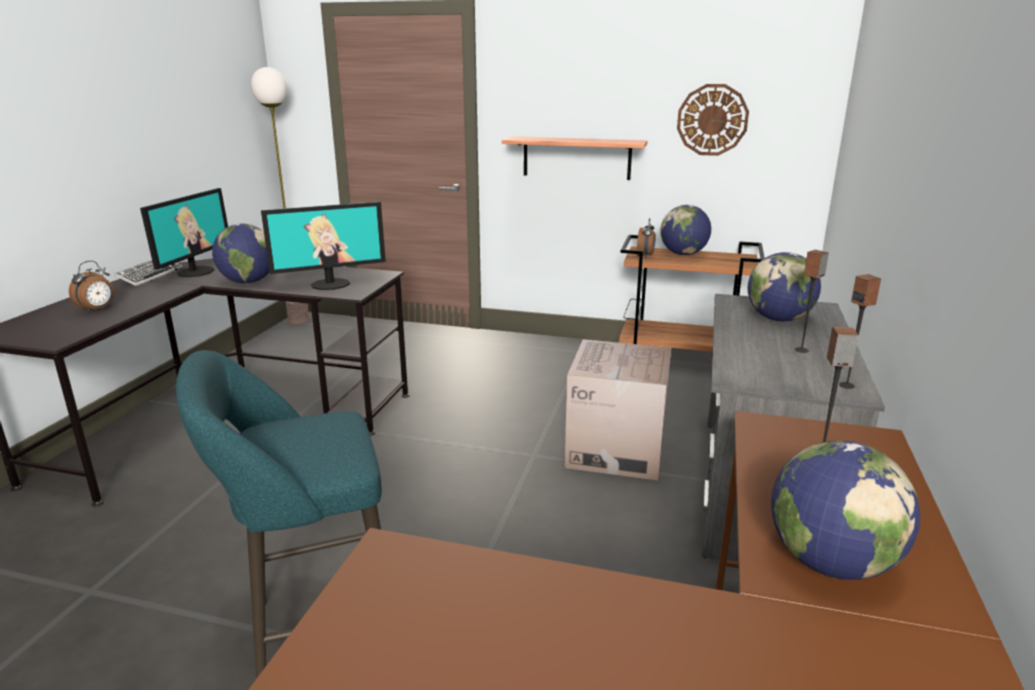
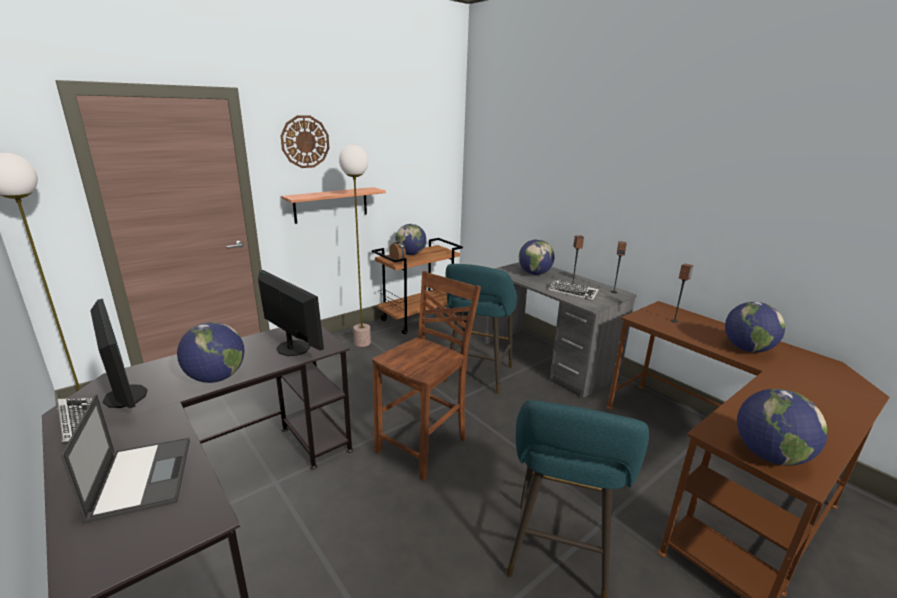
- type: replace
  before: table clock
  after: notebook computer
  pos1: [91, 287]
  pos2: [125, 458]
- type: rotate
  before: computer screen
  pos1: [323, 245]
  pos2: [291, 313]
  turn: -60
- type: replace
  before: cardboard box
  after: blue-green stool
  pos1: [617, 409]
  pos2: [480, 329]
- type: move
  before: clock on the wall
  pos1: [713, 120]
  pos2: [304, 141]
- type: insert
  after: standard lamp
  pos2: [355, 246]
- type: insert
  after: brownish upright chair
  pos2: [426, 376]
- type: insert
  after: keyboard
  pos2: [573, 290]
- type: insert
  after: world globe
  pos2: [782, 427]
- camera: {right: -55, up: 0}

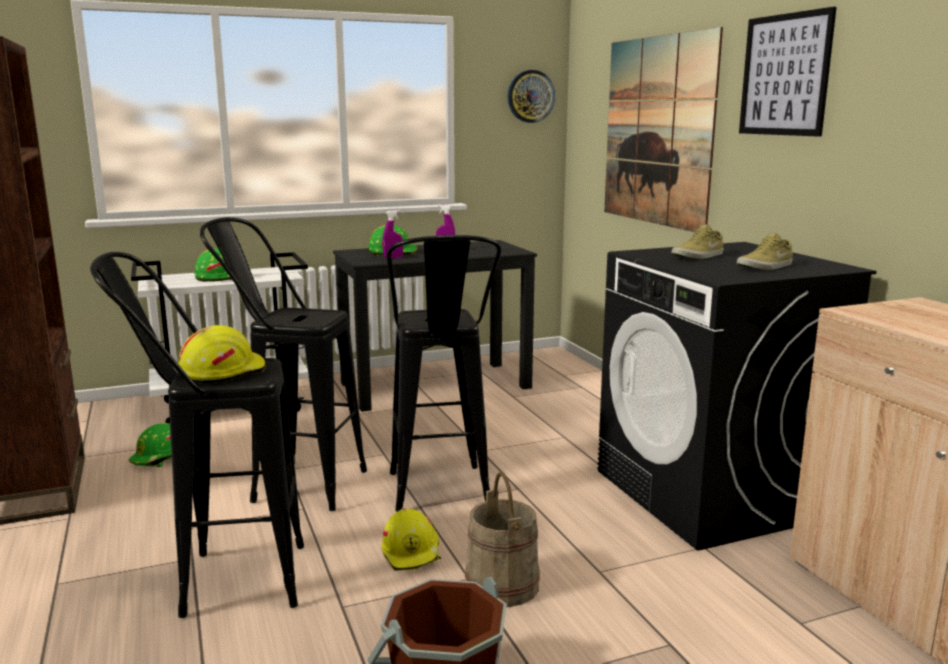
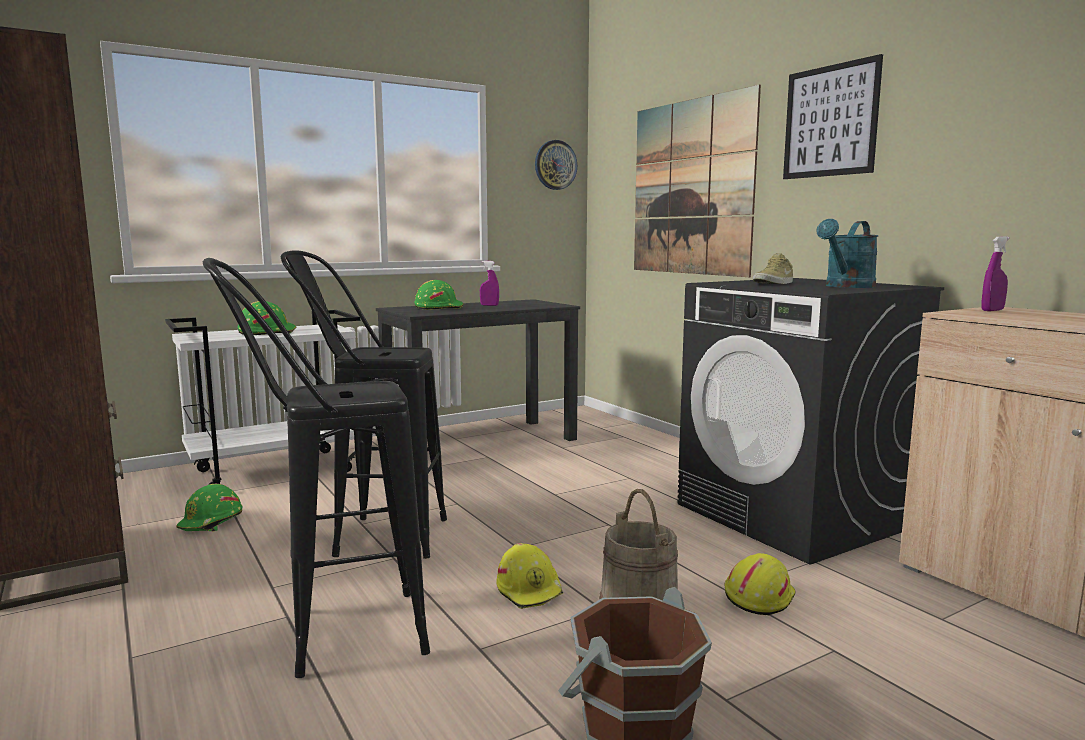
- type: move
  before: yellow-coloured safety helmet
  pos1: [222, 354]
  pos2: [759, 584]
- type: move
  before: purple-coloured hand sprayer
  pos1: [392, 234]
  pos2: [995, 273]
- type: delete
  before: black stool
  pos1: [444, 373]
- type: replace
  before: sand-coloured shoe
  after: blue-green watering pot
  pos1: [765, 251]
  pos2: [847, 253]
- camera: {right: -10, up: -5}

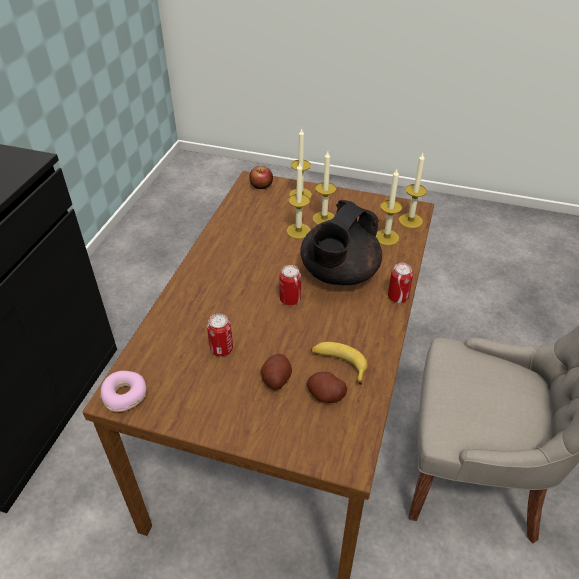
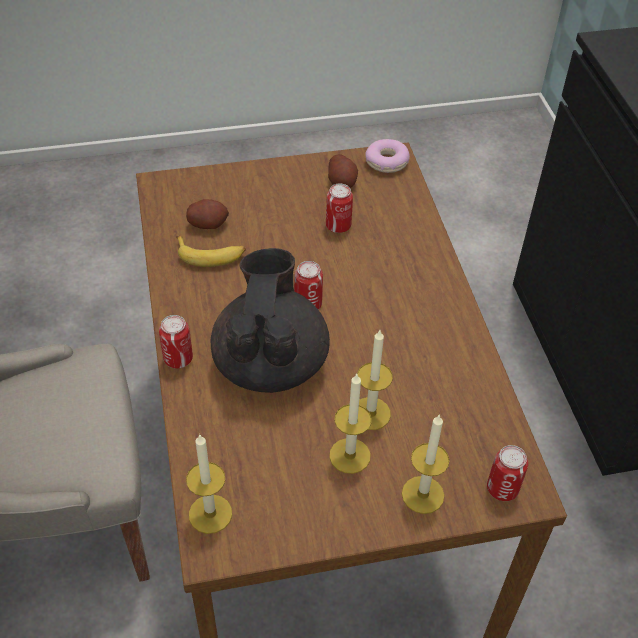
- type: replace
  before: apple fruit
  after: sealed can
  pos1: [261, 177]
  pos2: [507, 473]
- type: move
  before: whole potato
  pos1: [276, 372]
  pos2: [343, 171]
- type: delete
  before: wax candle
  pos1: [389, 207]
- camera: {right: 150, up: 5}

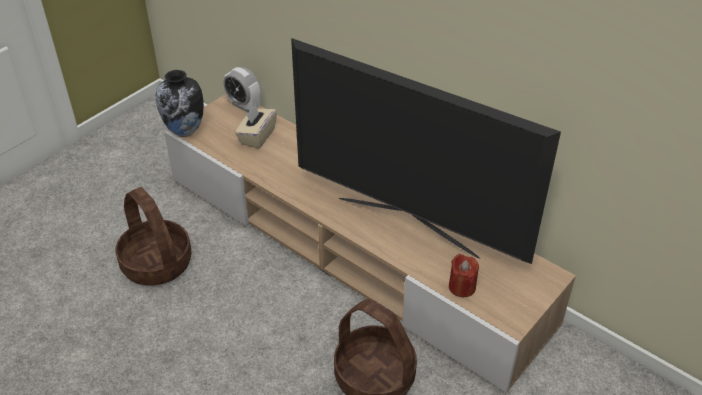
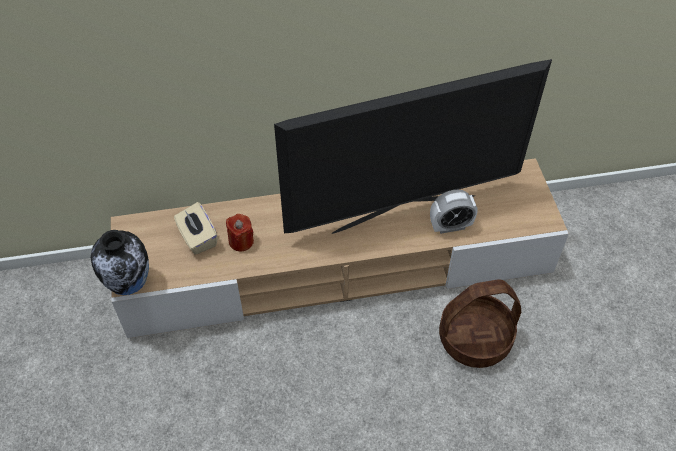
- type: delete
  before: storage basket
  pos1: [153, 236]
- type: move
  before: table clock
  pos1: [242, 89]
  pos2: [454, 212]
- type: move
  before: red wax candle
  pos1: [464, 275]
  pos2: [240, 232]
- camera: {right: -50, up: 10}

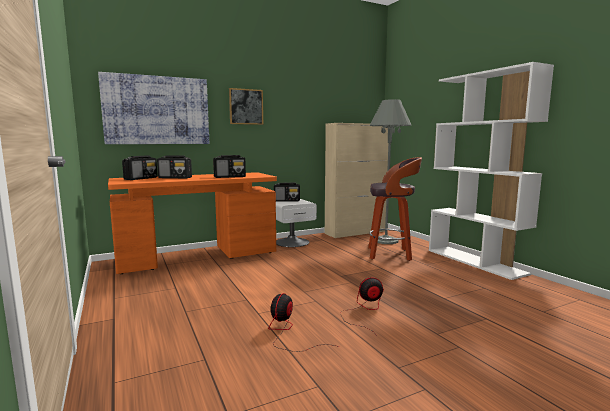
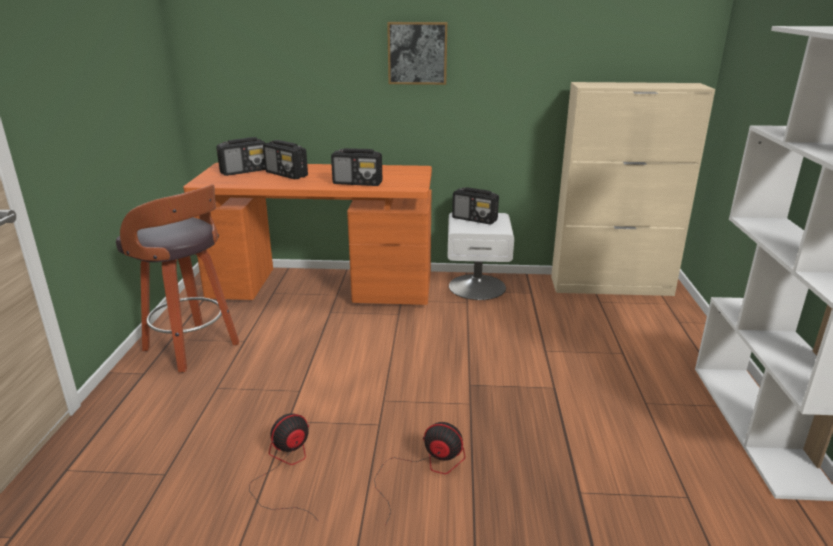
- type: delete
  before: picture
  pos1: [153, 108]
- type: move
  before: stool
  pos1: [395, 209]
  pos2: [177, 278]
- type: delete
  before: grey standard lamp
  pos1: [391, 171]
- camera: {right: 30, up: 15}

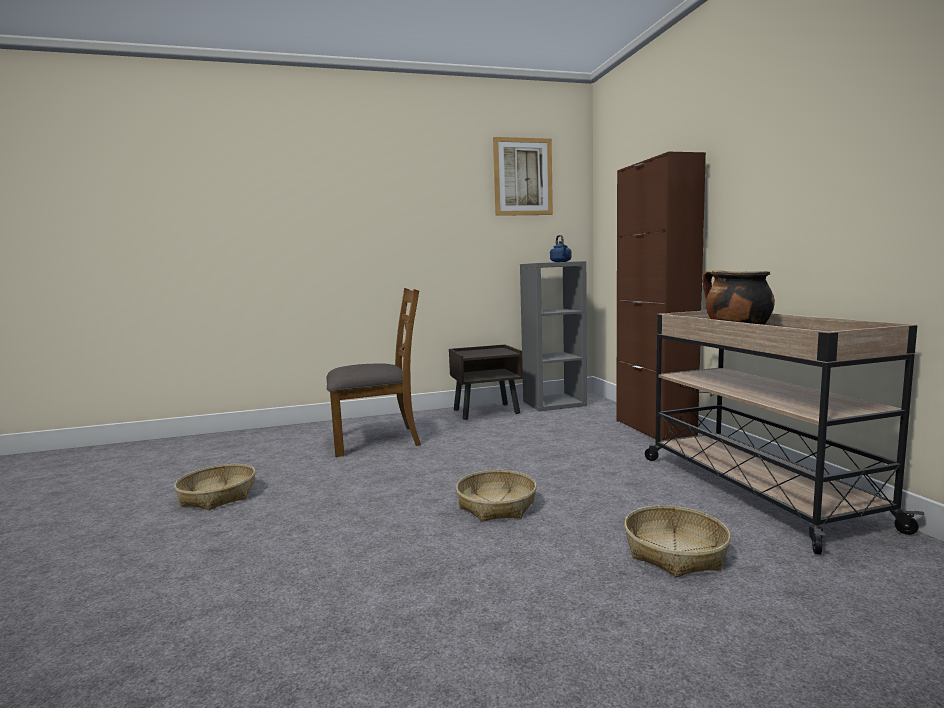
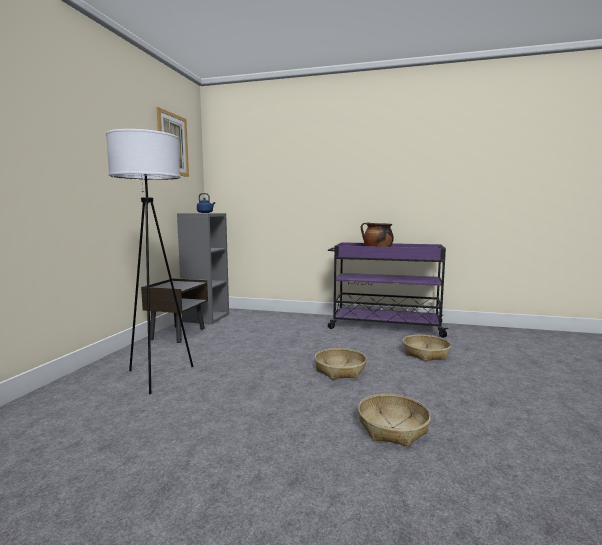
- type: move
  before: storage basket
  pos1: [214, 487]
  pos2: [394, 420]
- type: replace
  before: brownish upright chair
  after: whitish standard lamp
  pos1: [373, 372]
  pos2: [149, 261]
- type: delete
  before: brownish storage cabinet
  pos1: [661, 296]
- type: recolor
  before: sand-coloured cart
  after: purple-coloured cart
  pos1: [784, 432]
  pos2: [388, 290]
- camera: {right: -60, up: 0}

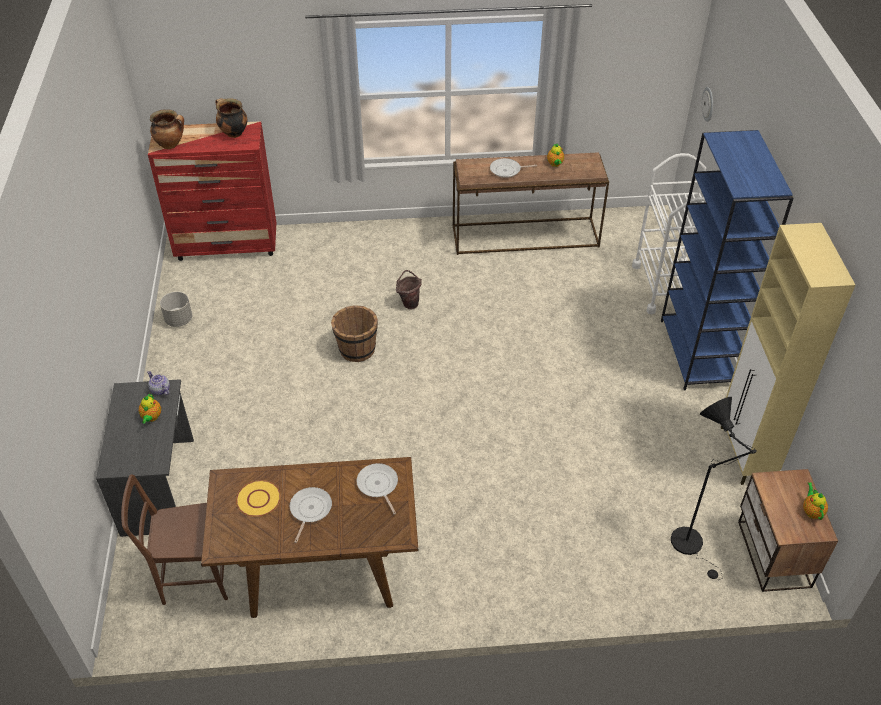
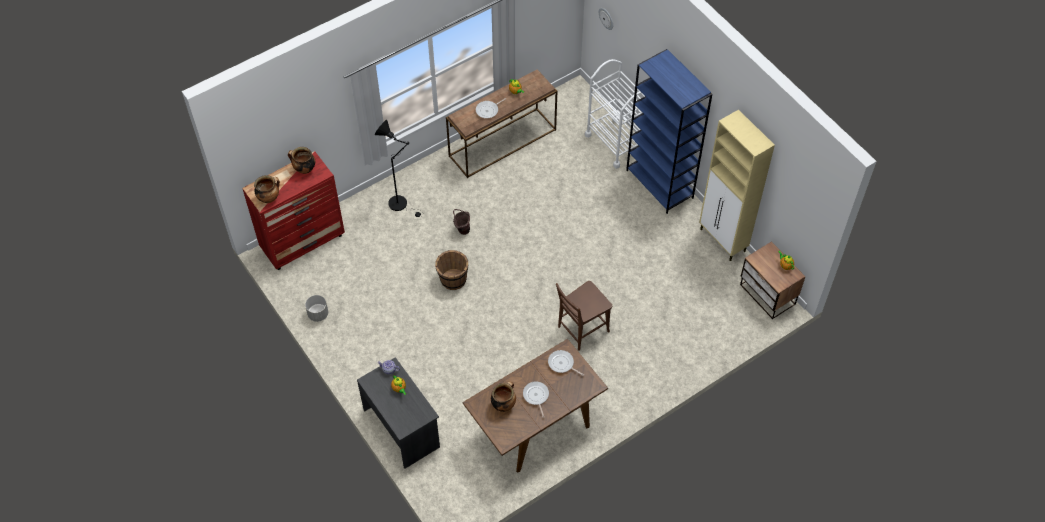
- type: move
  before: brownish upright chair
  pos1: [174, 539]
  pos2: [584, 316]
- type: replace
  before: yellow-coloured plate
  after: cooking pot
  pos1: [258, 498]
  pos2: [503, 396]
- type: move
  before: black standard lamp
  pos1: [714, 488]
  pos2: [399, 168]
- camera: {right: -30, up: 10}

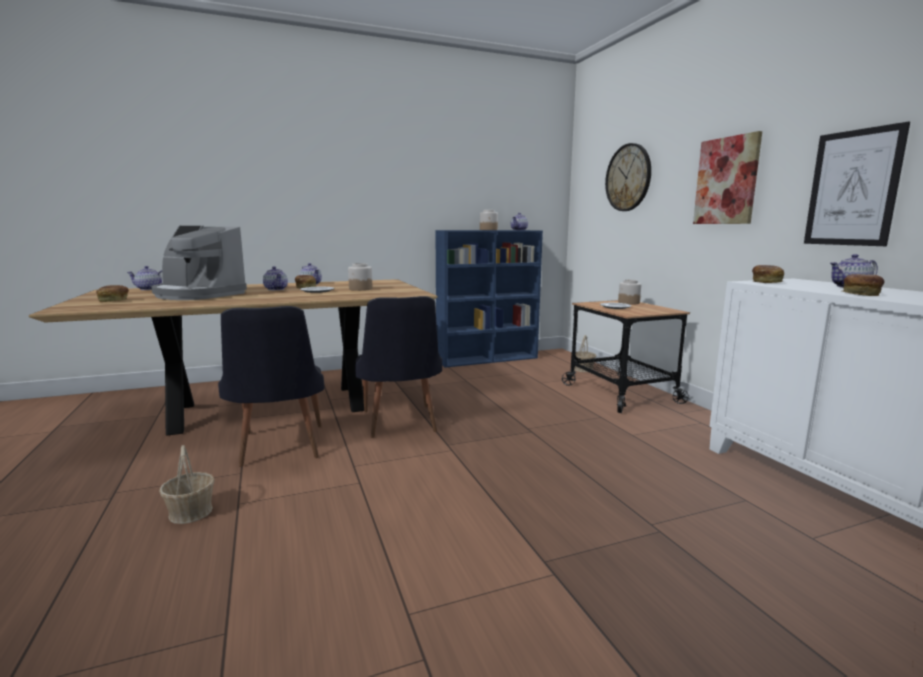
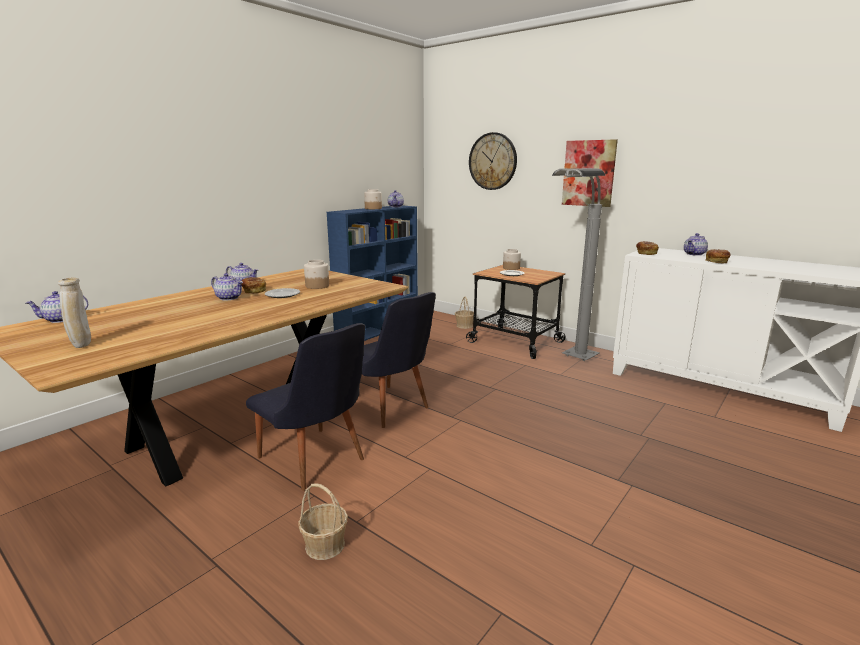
- type: replace
  before: bread
  after: sand-coloured vase
  pos1: [112, 293]
  pos2: [74, 313]
- type: delete
  before: coffee machine
  pos1: [199, 263]
- type: delete
  before: picture
  pos1: [857, 184]
- type: insert
  after: grey standard lamp
  pos2: [579, 264]
- camera: {right: -30, up: 5}

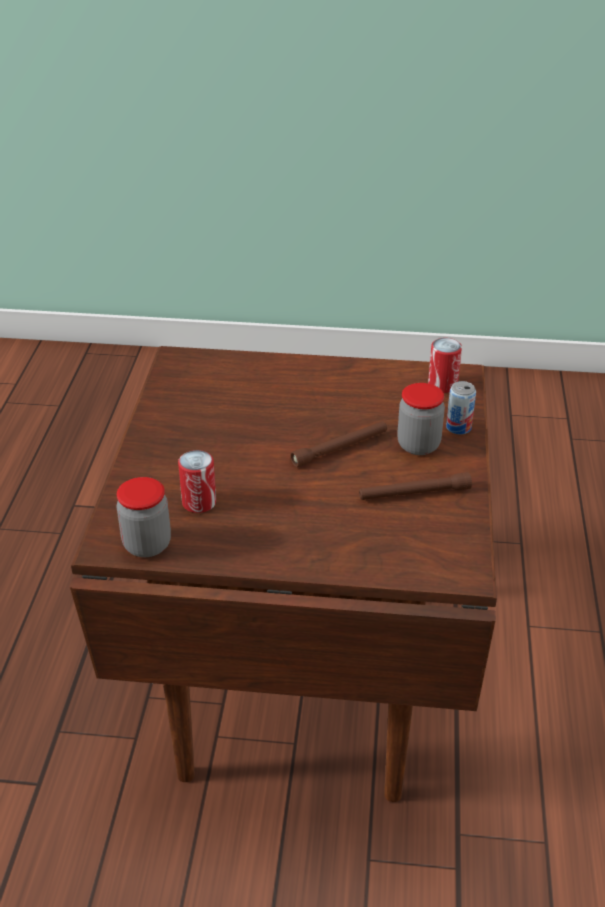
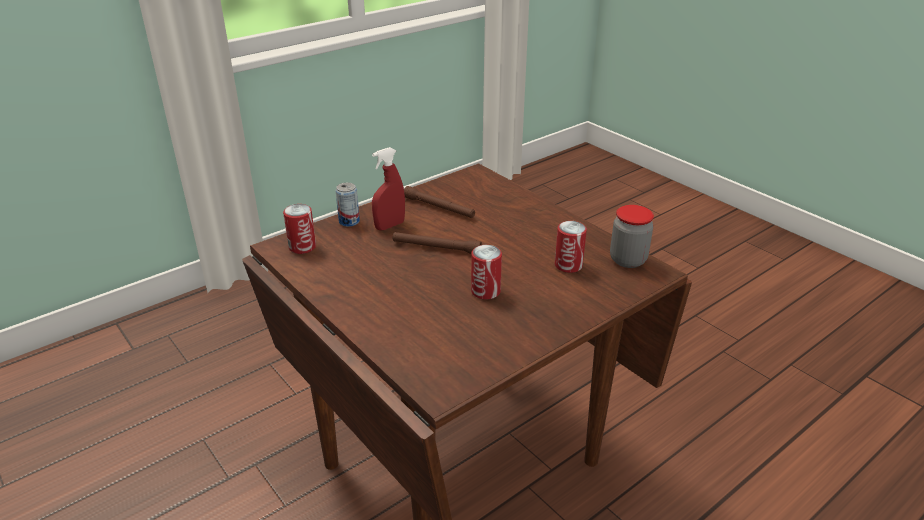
- type: replace
  before: preserve jar
  after: red hand sprayer
  pos1: [421, 419]
  pos2: [388, 188]
- type: insert
  after: sealed can
  pos2: [486, 272]
- camera: {right: -135, up: -5}

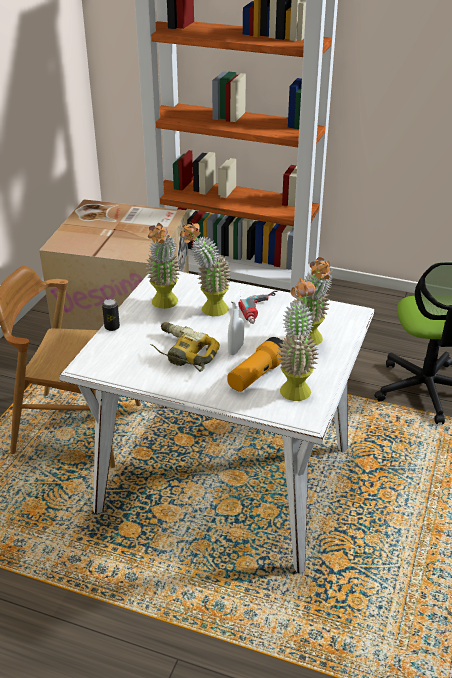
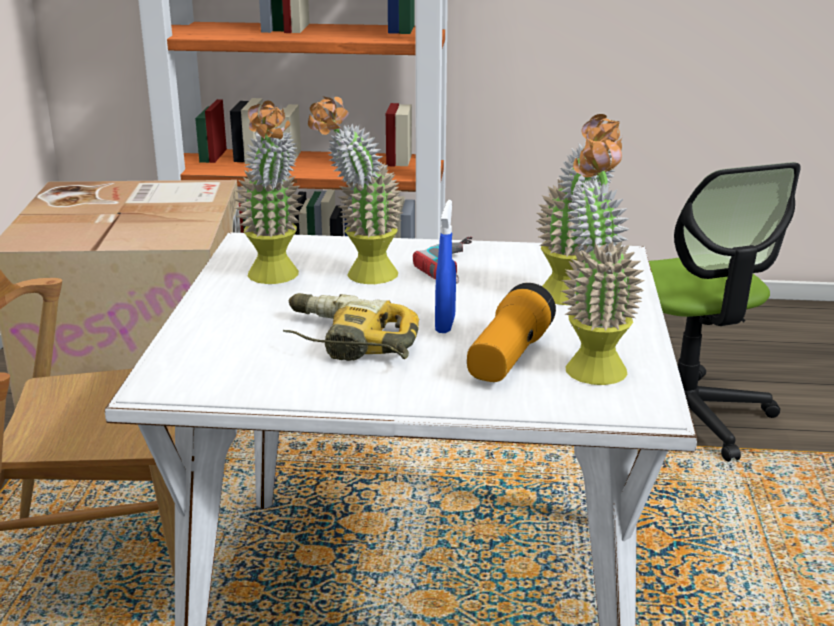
- type: delete
  before: sealed can
  pos1: [111, 315]
- type: recolor
  before: whitish hand sprayer
  after: blue-coloured hand sprayer
  pos1: [236, 322]
  pos2: [445, 266]
- camera: {right: -15, up: -10}

